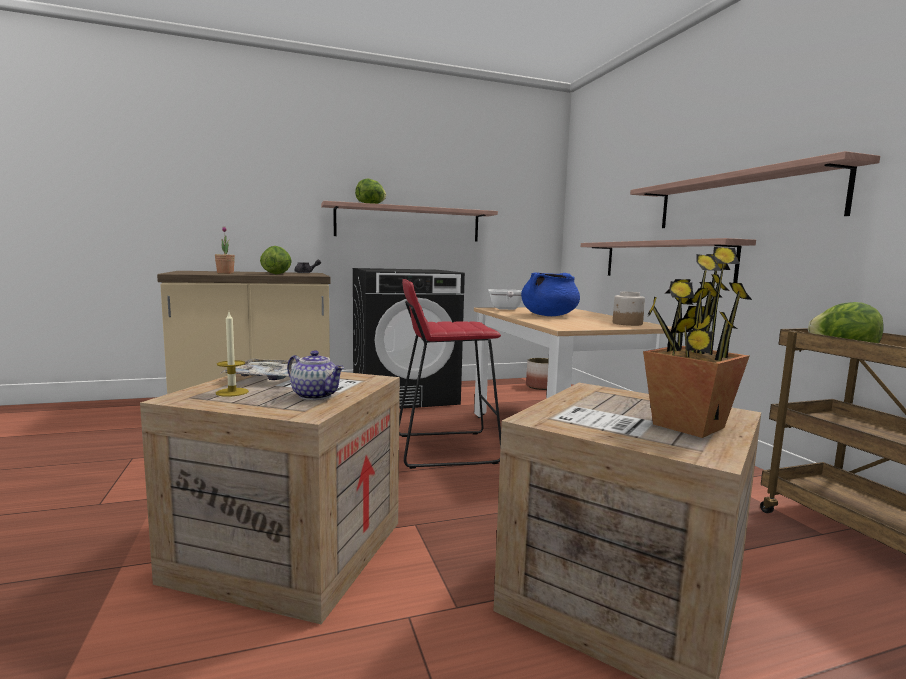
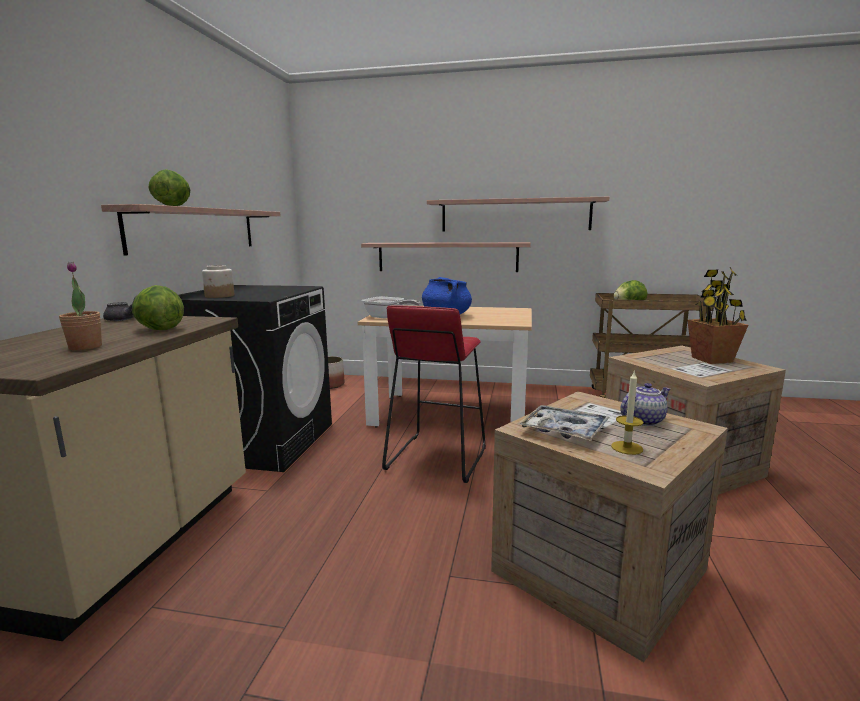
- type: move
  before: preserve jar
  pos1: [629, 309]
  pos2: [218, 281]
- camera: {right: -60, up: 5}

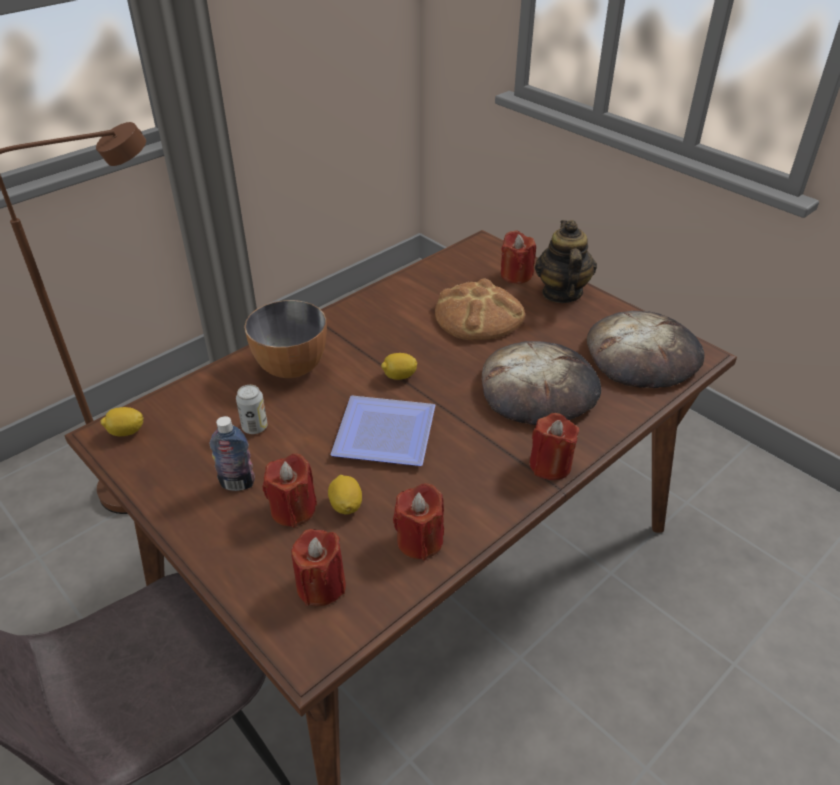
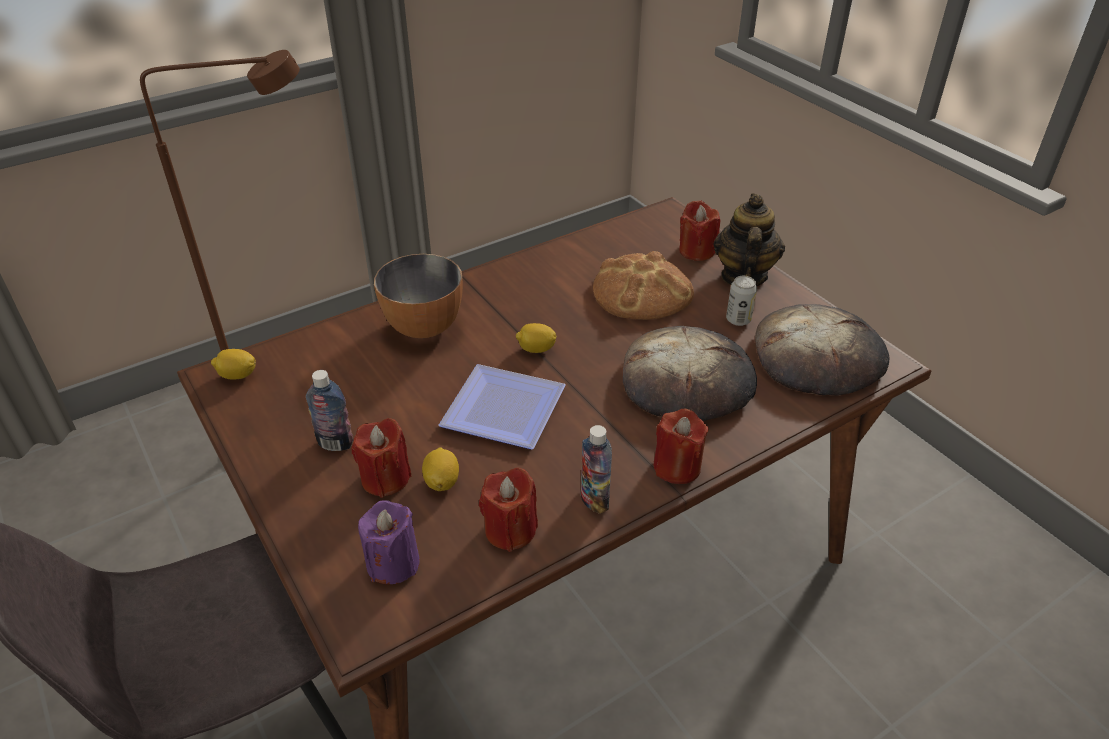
- type: move
  before: sealed can
  pos1: [251, 409]
  pos2: [741, 301]
- type: recolor
  before: red wax candle
  after: purple-coloured wax candle
  pos1: [318, 567]
  pos2: [389, 542]
- type: insert
  after: bottle
  pos2: [596, 469]
- camera: {right: 10, up: 0}

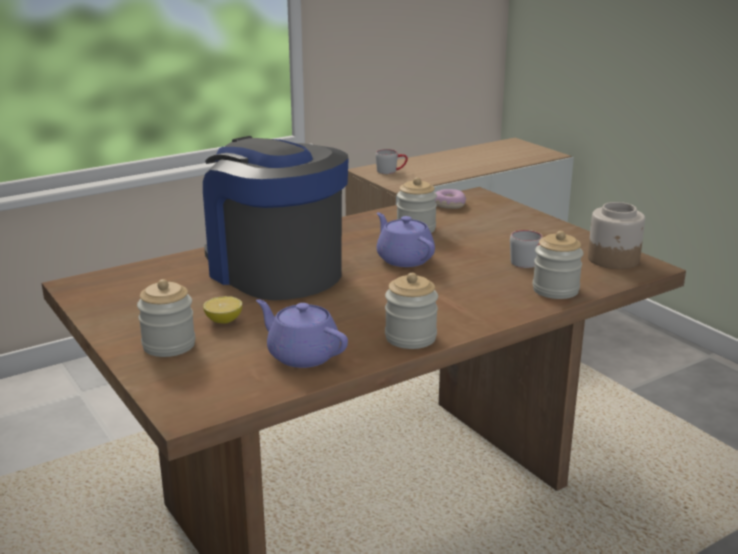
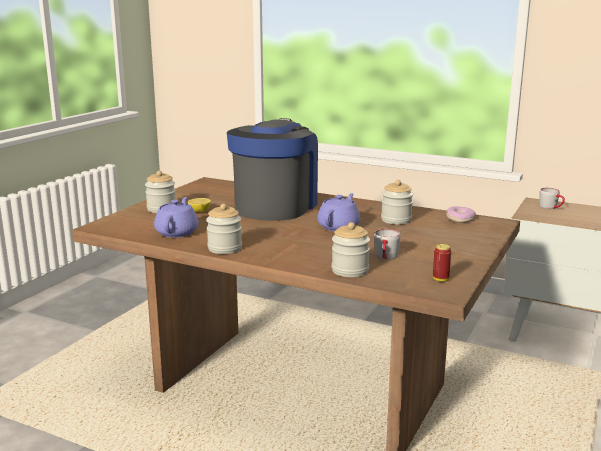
- type: replace
  before: preserve jar
  after: sealed can
  pos1: [616, 235]
  pos2: [442, 263]
- camera: {right: 60, up: -5}

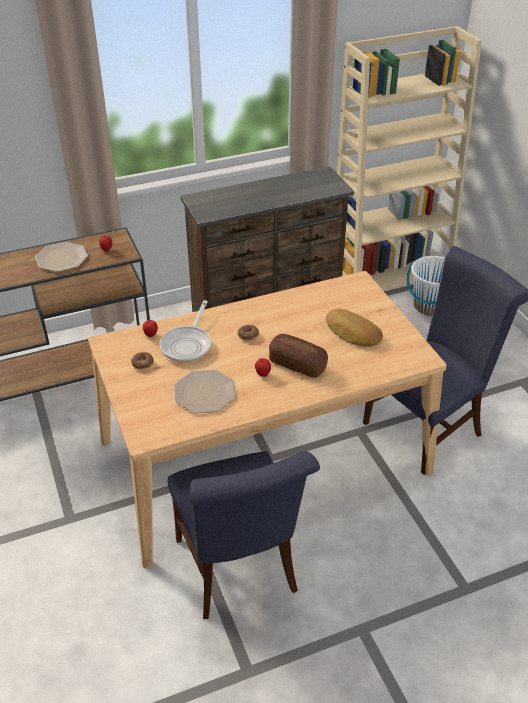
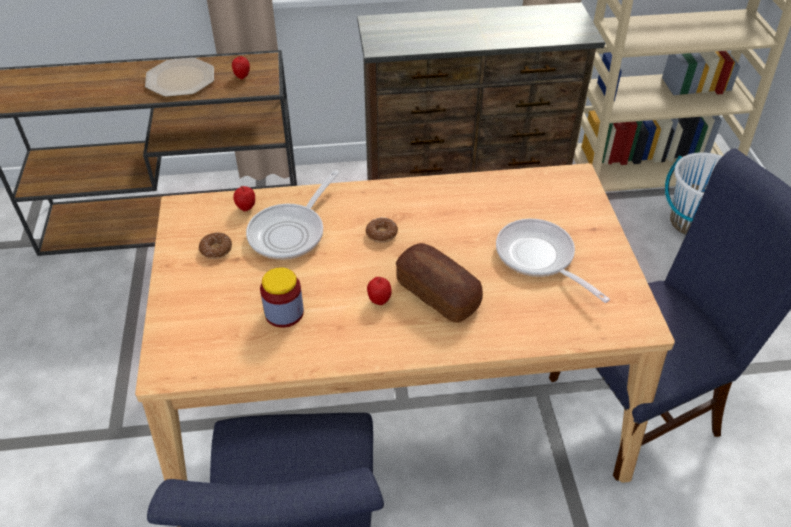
- type: replace
  before: plate
  after: preserve jar
  pos1: [205, 391]
  pos2: [282, 297]
- type: replace
  before: bread
  after: skillet
  pos1: [354, 328]
  pos2: [553, 260]
- camera: {right: 15, up: 5}

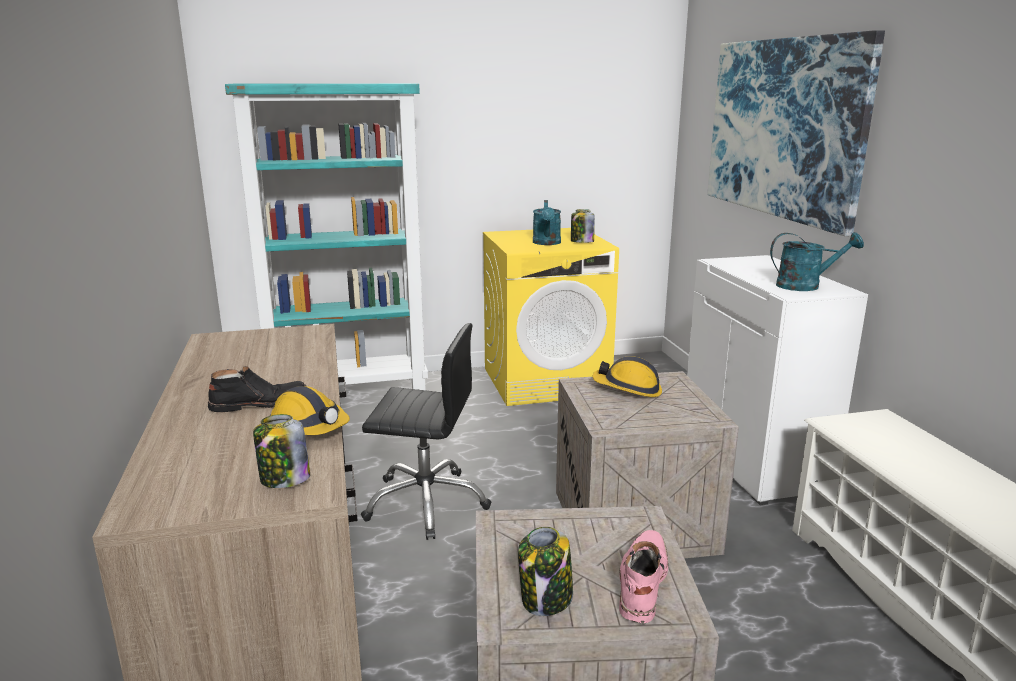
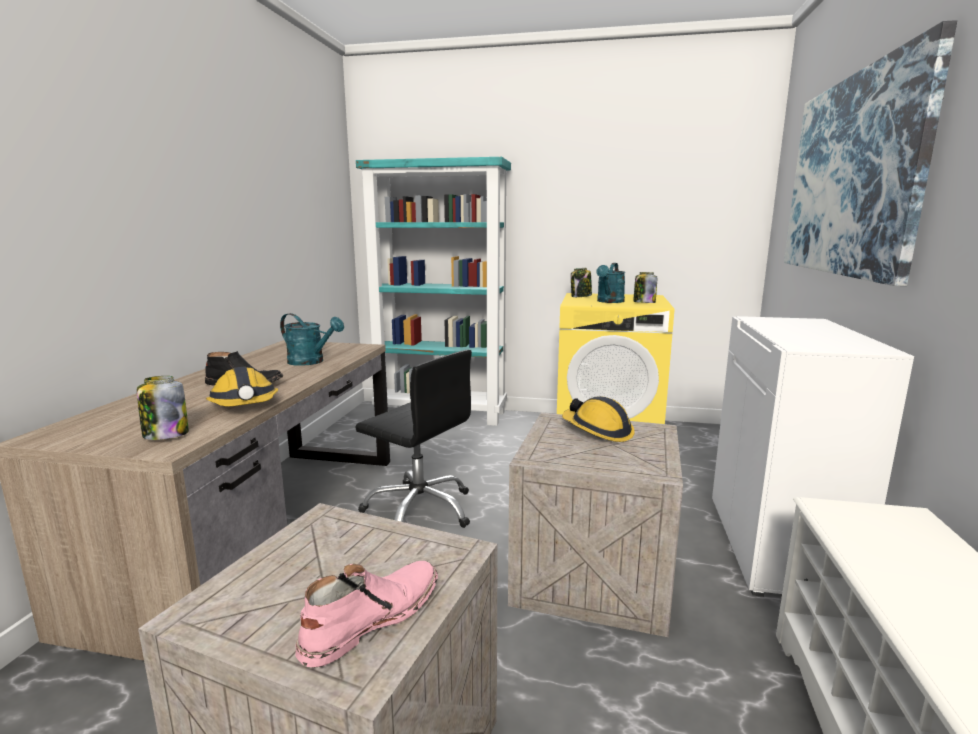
- type: move
  before: preserve jar
  pos1: [545, 571]
  pos2: [581, 282]
- type: move
  before: blue-green watering pot
  pos1: [817, 261]
  pos2: [312, 339]
- camera: {right: 25, up: -5}

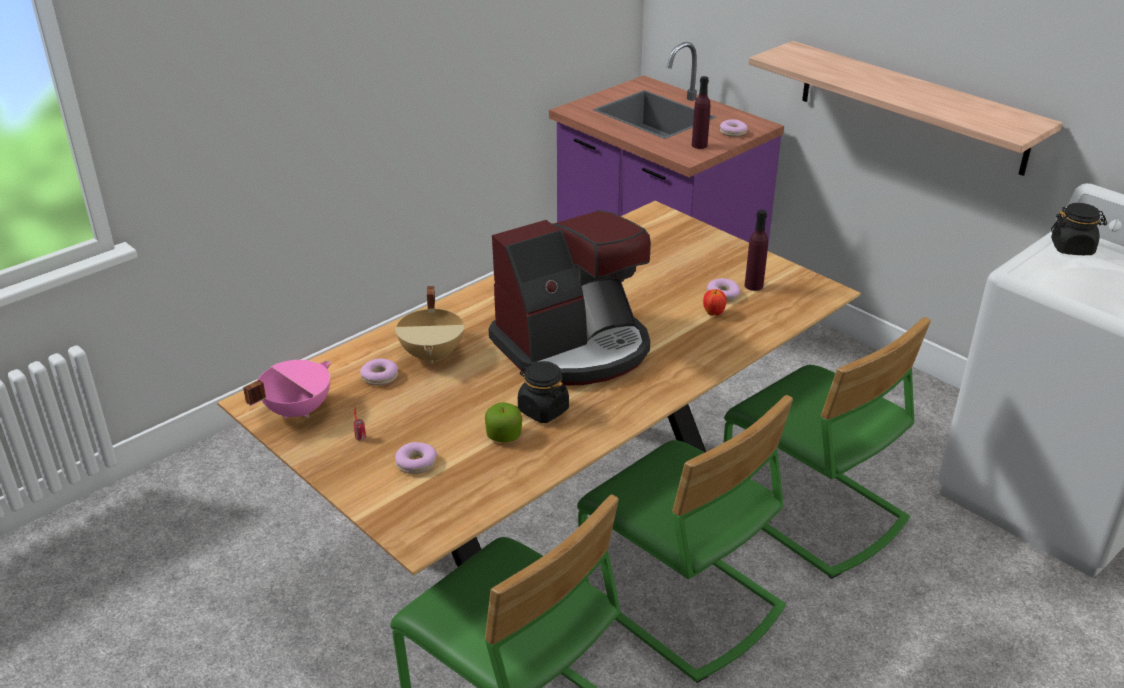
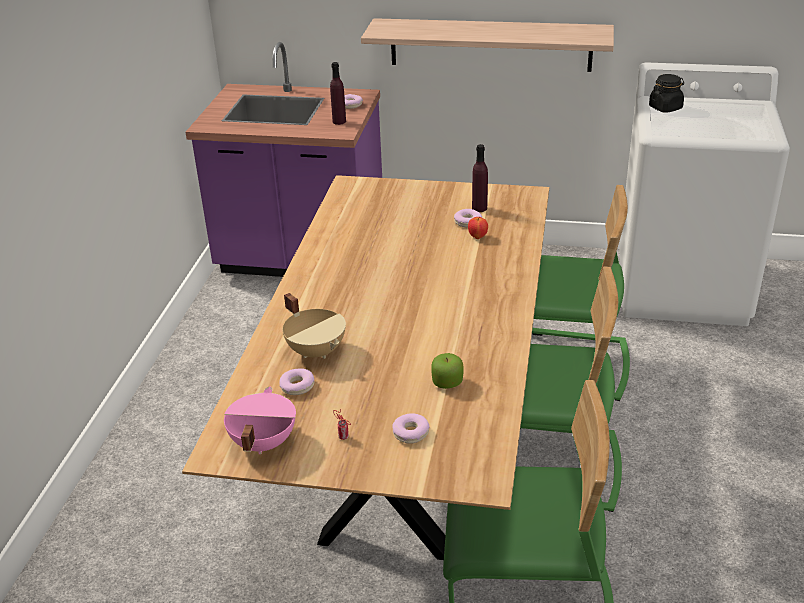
- type: delete
  before: coffee machine
  pos1: [570, 298]
- type: delete
  before: black preserve jar
  pos1: [543, 392]
- camera: {right: -35, up: 0}

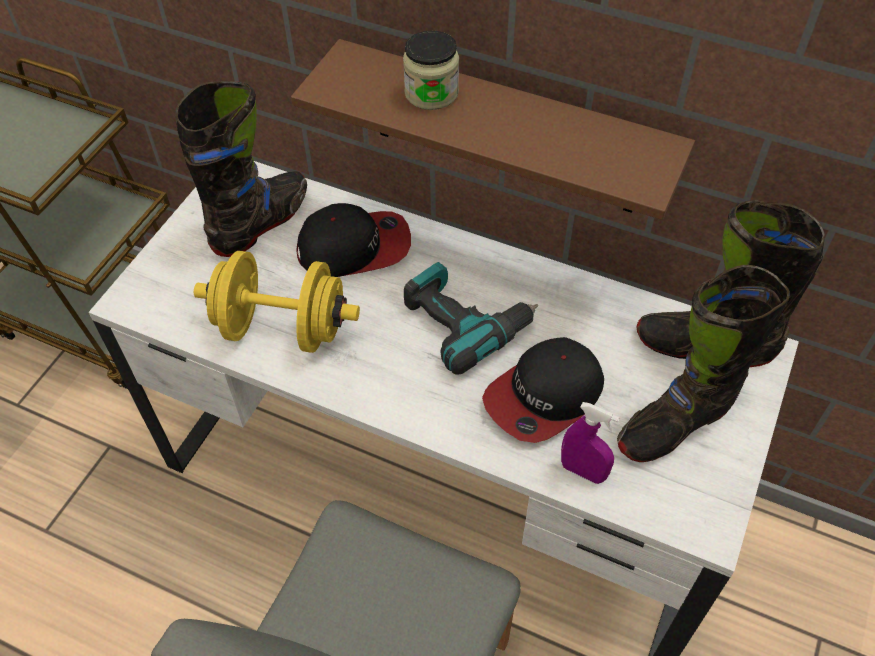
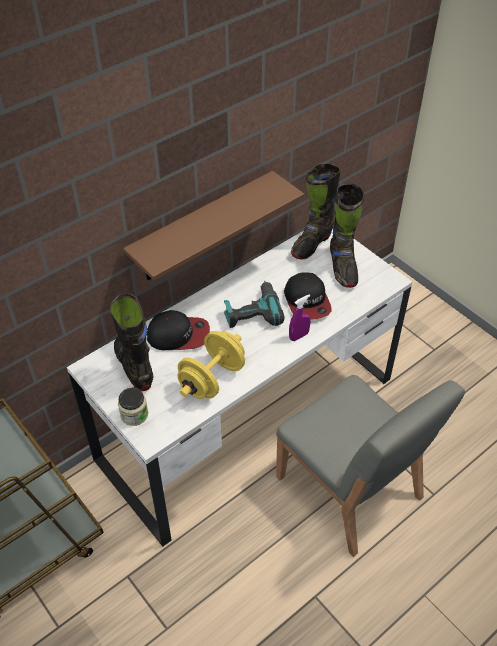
- type: rotate
  before: peaked cap
  pos1: [354, 240]
  pos2: [178, 330]
  turn: 75
- type: move
  before: preserve jar
  pos1: [431, 70]
  pos2: [133, 407]
- type: move
  before: purple-coloured hand sprayer
  pos1: [590, 443]
  pos2: [300, 317]
- camera: {right: -65, up: -5}

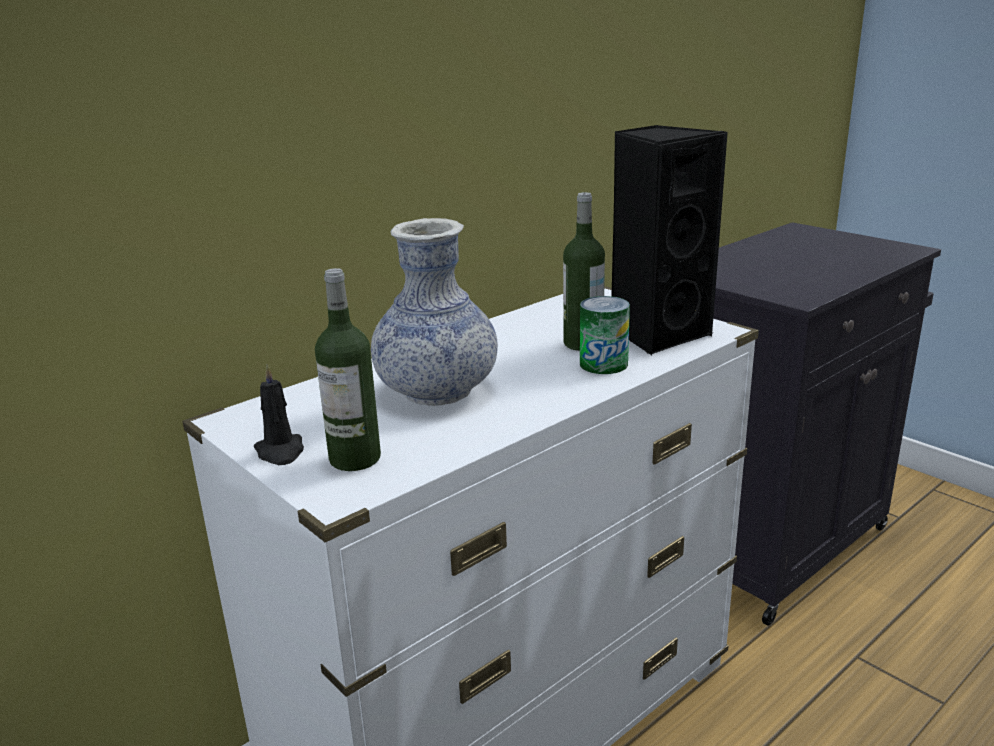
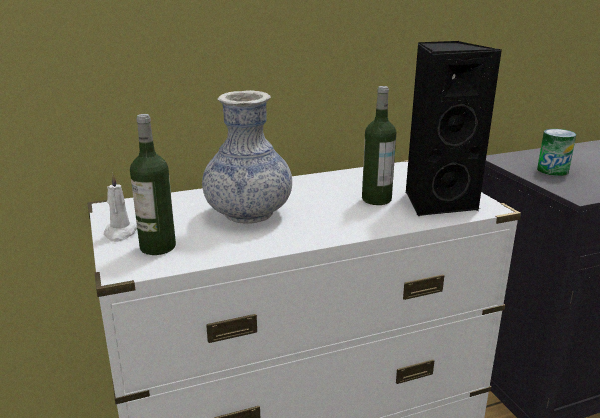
- type: recolor
  before: black wax candle
  after: whitish wax candle
  pos1: [279, 414]
  pos2: [120, 207]
- type: move
  before: sealed can
  pos1: [605, 335]
  pos2: [556, 152]
- camera: {right: 20, up: 0}

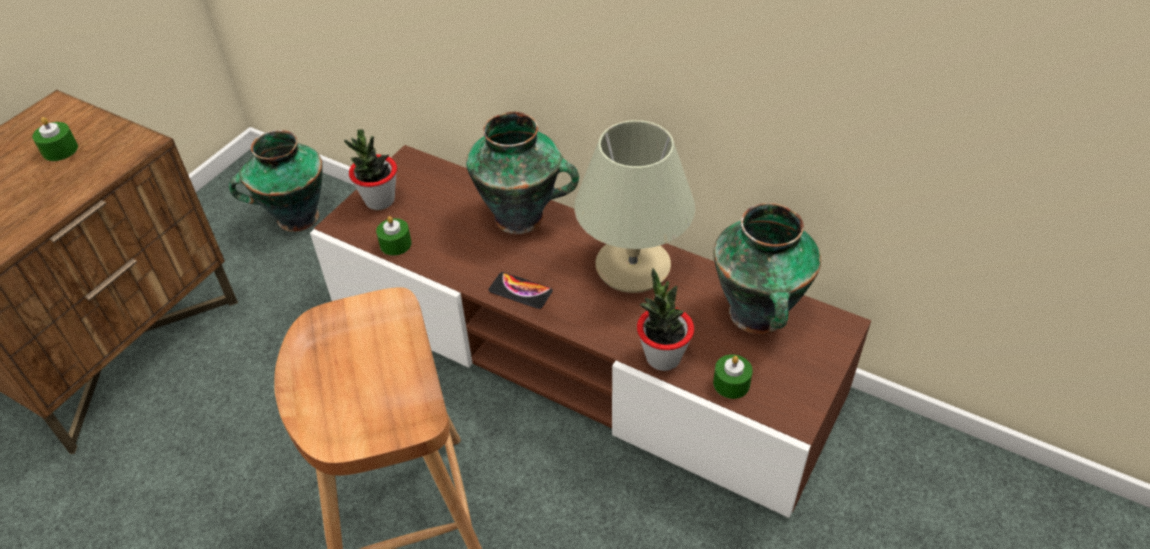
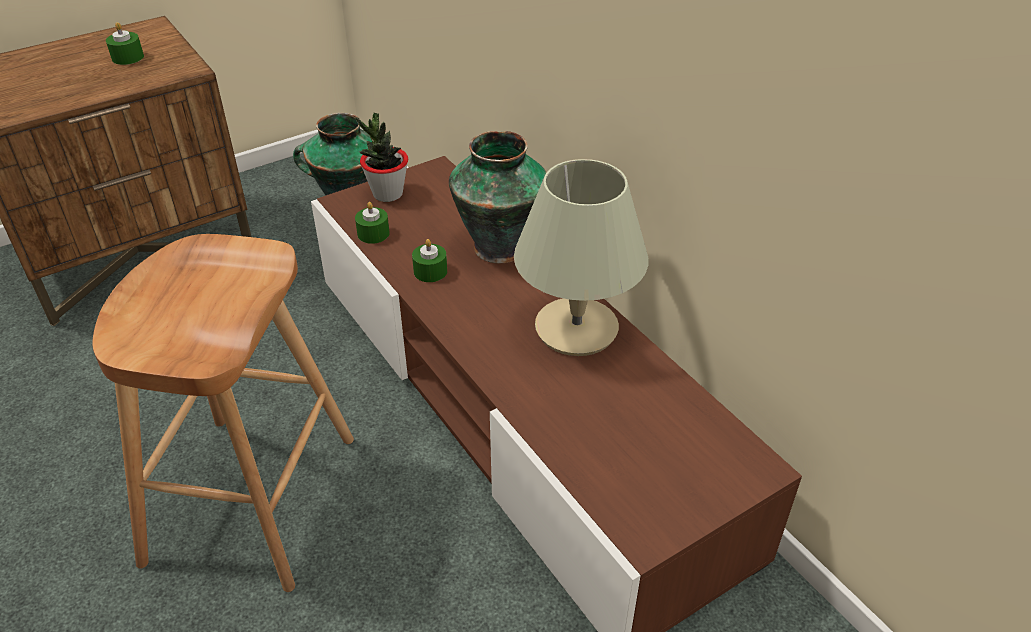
- type: delete
  before: phone
  pos1: [521, 290]
- type: delete
  before: houseplant
  pos1: [665, 319]
- type: delete
  before: vase
  pos1: [767, 268]
- type: move
  before: green-coloured wax candle
  pos1: [733, 376]
  pos2: [429, 260]
- camera: {right: 25, up: -5}

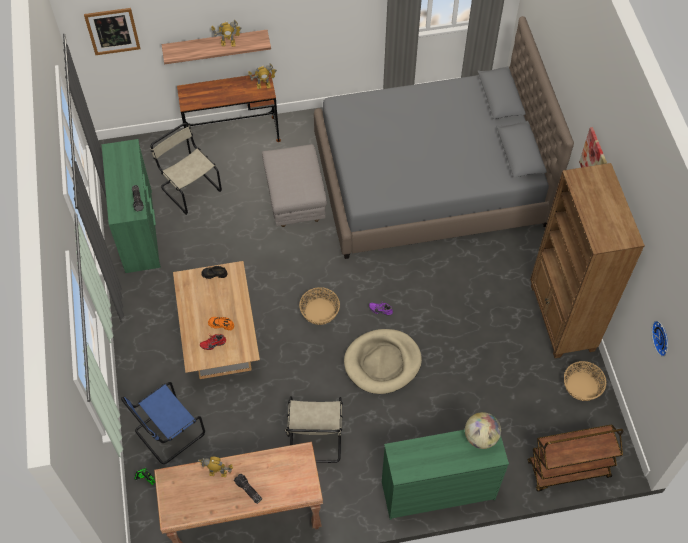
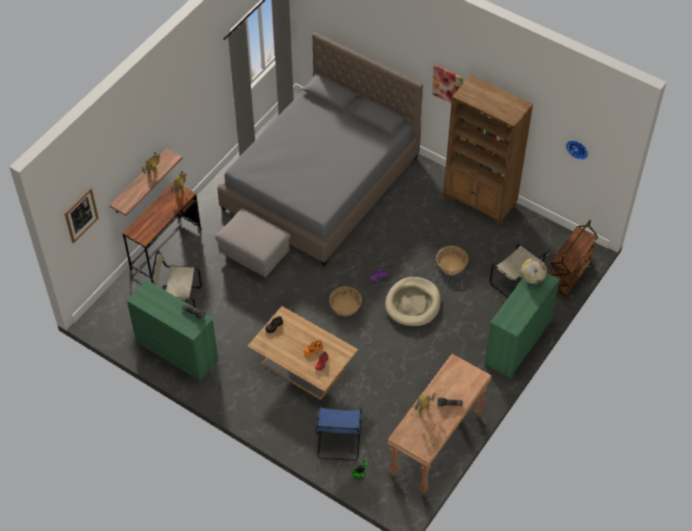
- type: move
  before: sand-coloured upright chair
  pos1: [313, 429]
  pos2: [519, 271]
- type: move
  before: storage basket
  pos1: [585, 381]
  pos2: [452, 260]
- camera: {right: -45, up: -5}

